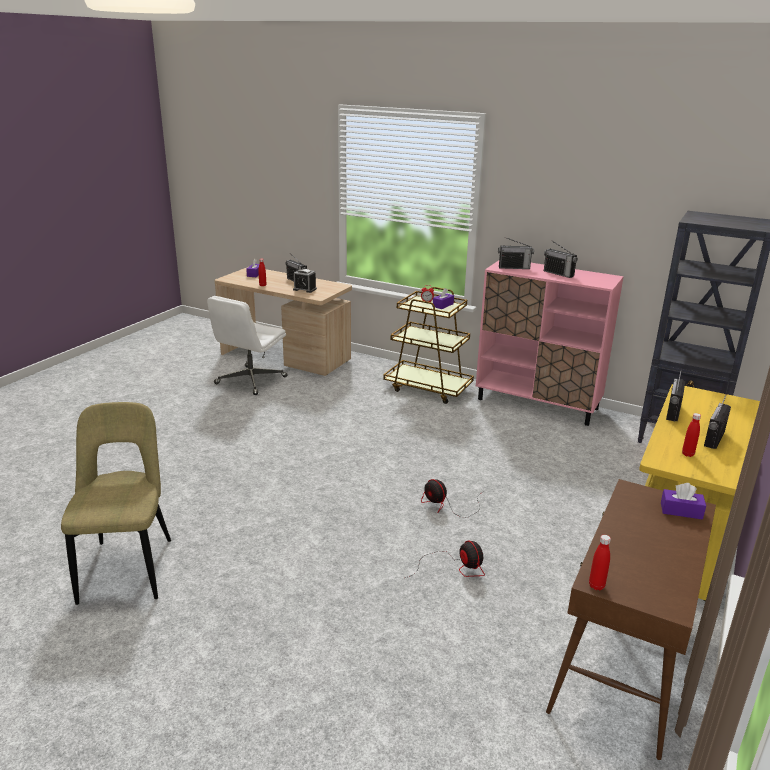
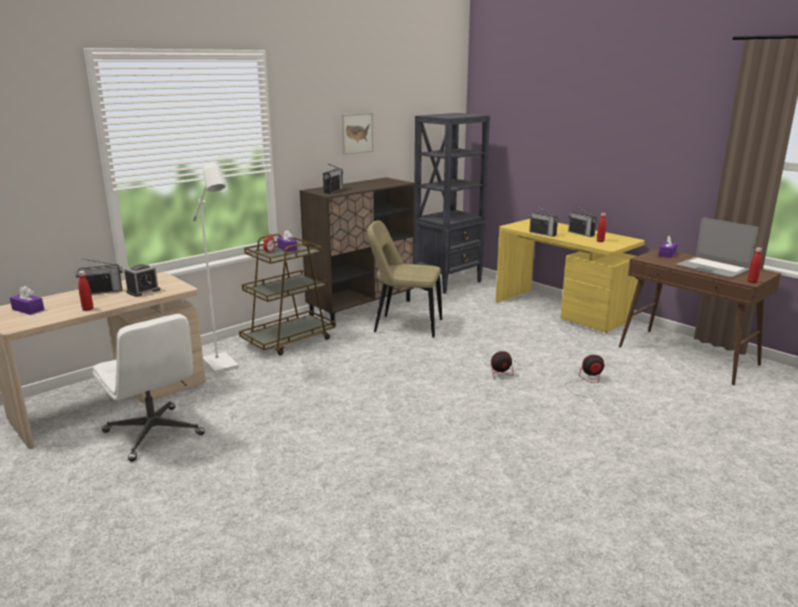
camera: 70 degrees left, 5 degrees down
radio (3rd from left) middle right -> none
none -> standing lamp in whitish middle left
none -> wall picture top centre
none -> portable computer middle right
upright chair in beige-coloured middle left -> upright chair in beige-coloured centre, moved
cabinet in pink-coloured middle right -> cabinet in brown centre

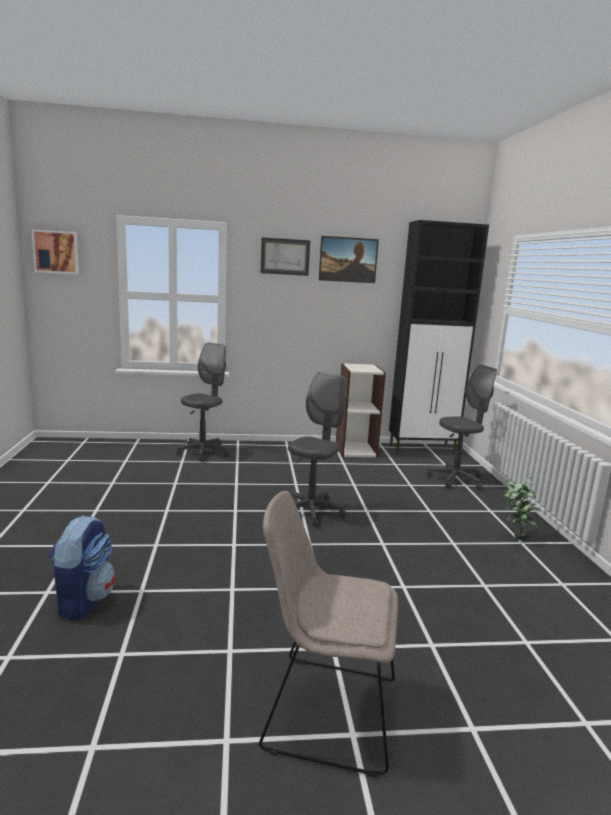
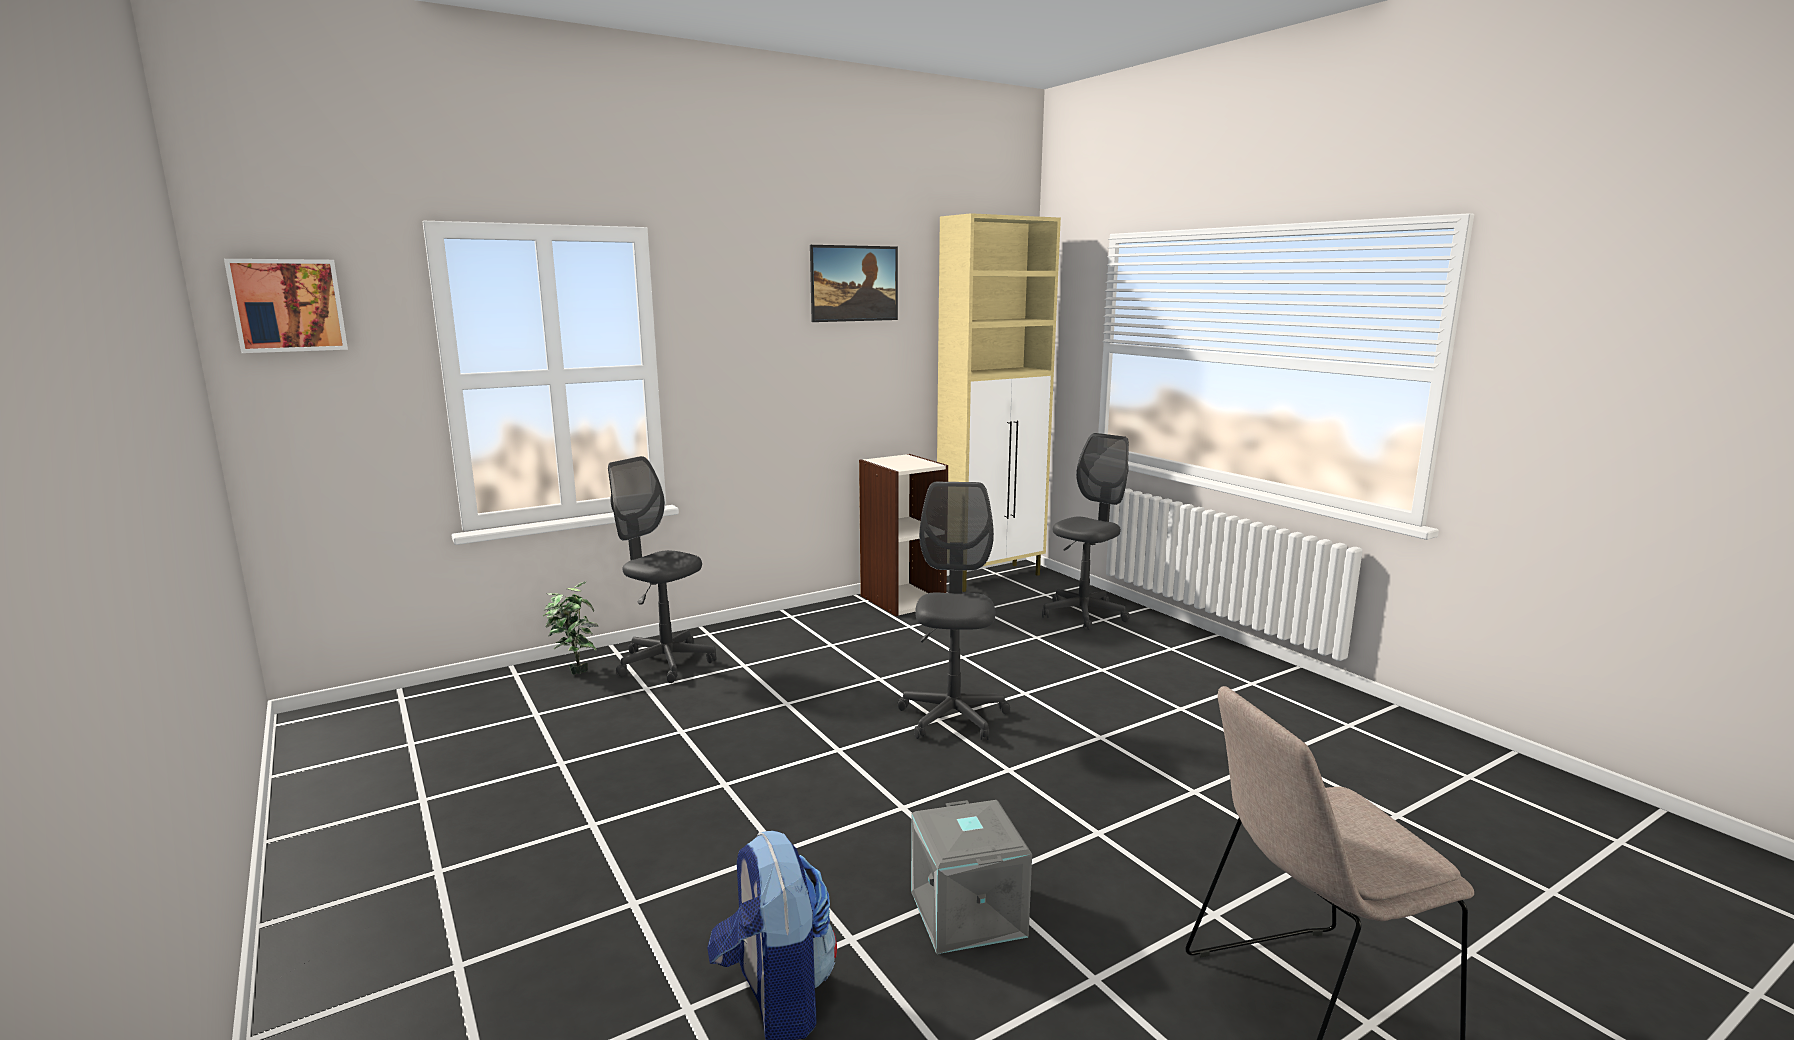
camera: 25 degrees left, 0 degrees up
wall picture (2nd from left) top centre -> none
none -> storage container in grey bottom centre
potted plant middle right -> potted plant middle left, moved
cabinet in black middle right -> cabinet in beige-coloured centre
office chair in grey (1st from left) middle left -> office chair in grey (1st from left) centre, 60 degrees counterclockwise

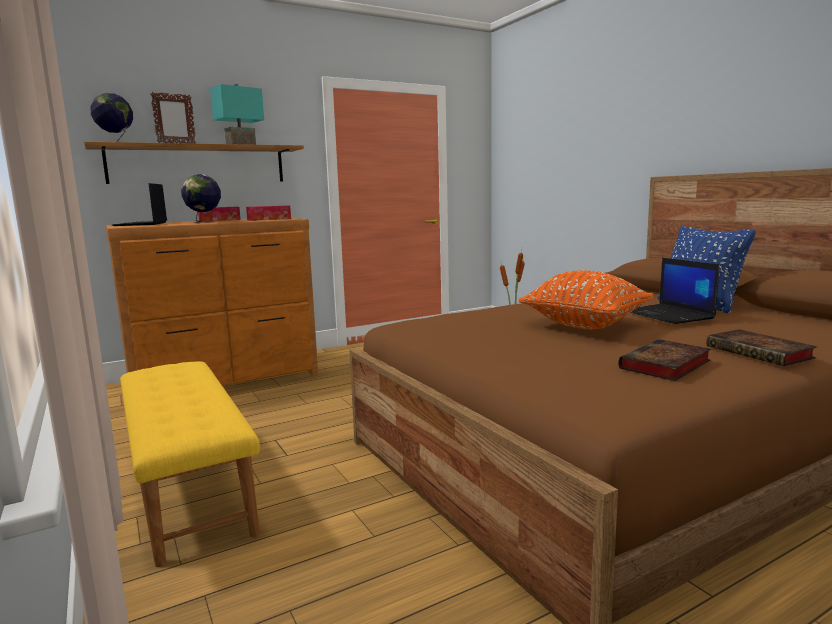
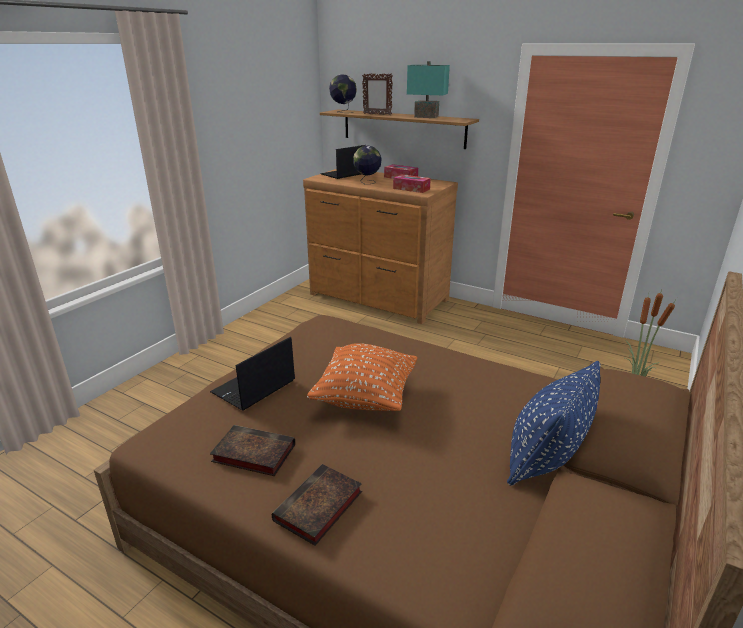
camera: 60 degrees right, 15 degrees up
bench in yellowish bottom left -> none
portable computer (2nd from left in the first image) middle right -> portable computer (1st from left) centre, moved

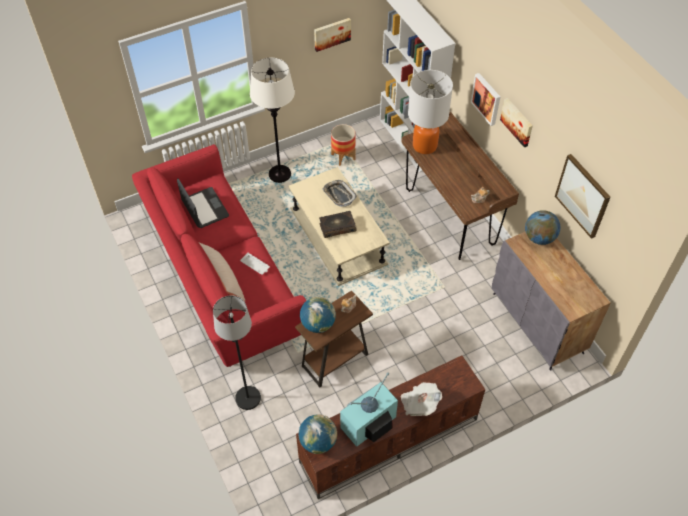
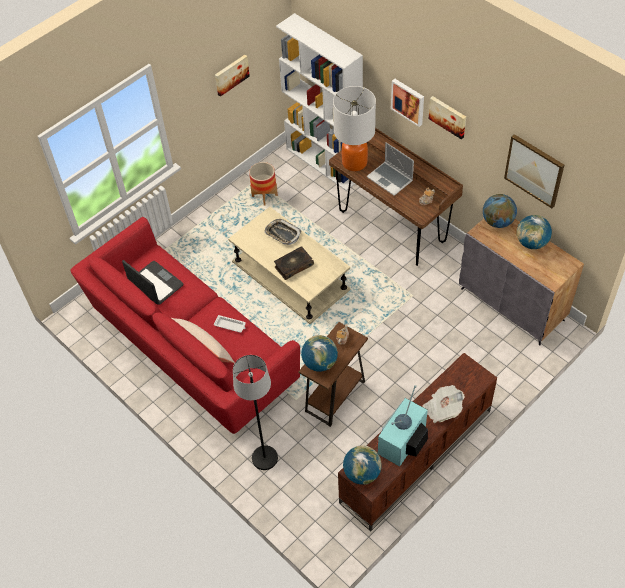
camera: 15 degrees left, 0 degrees up
standing lamp in whitish top centre -> none
none -> portable computer (2nd from left) top centre
none -> globe (4th from left) middle right

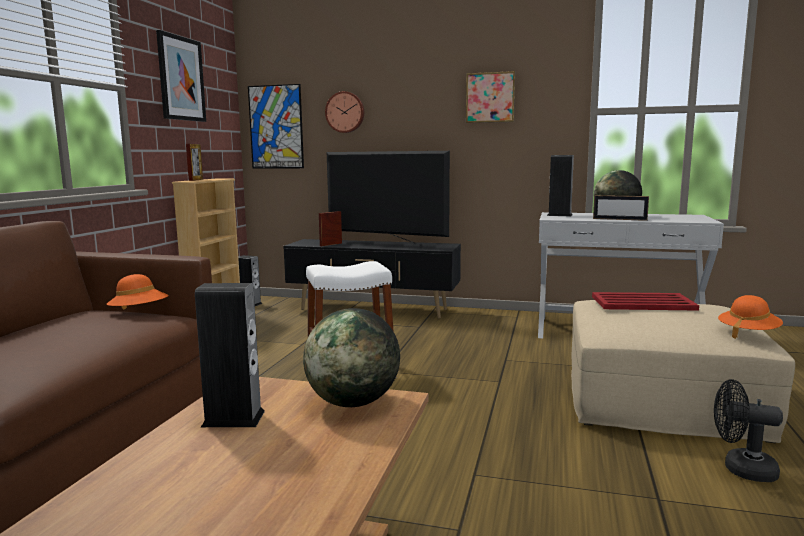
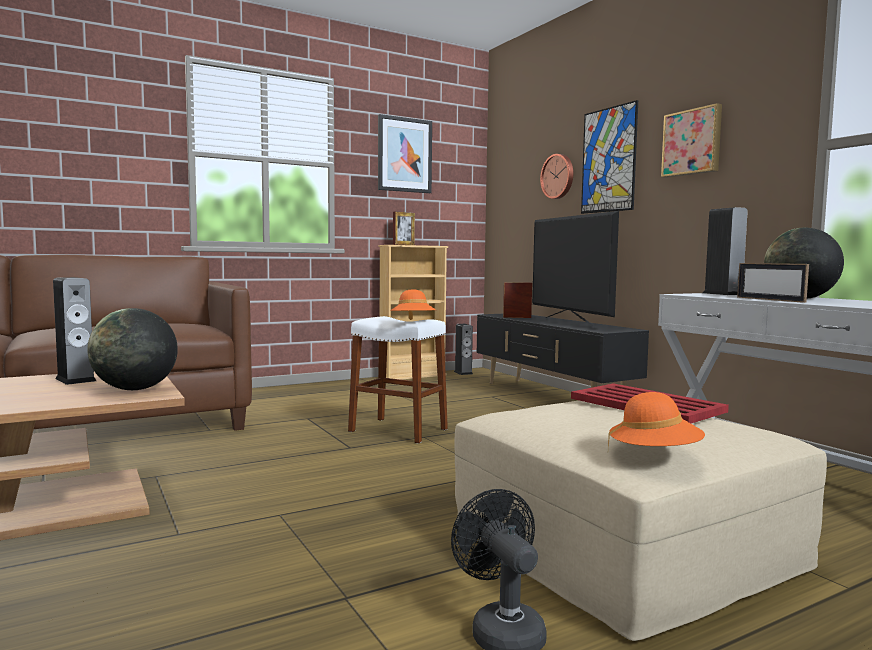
camera: 45 degrees right, 5 degrees down
clothing hat in orange-coloured (1st from left) middle left -> clothing hat in orange-coloured (1st from left) centre, moved
wall picture (2nd from left) top centre -> wall picture (2nd from left) top right, moved

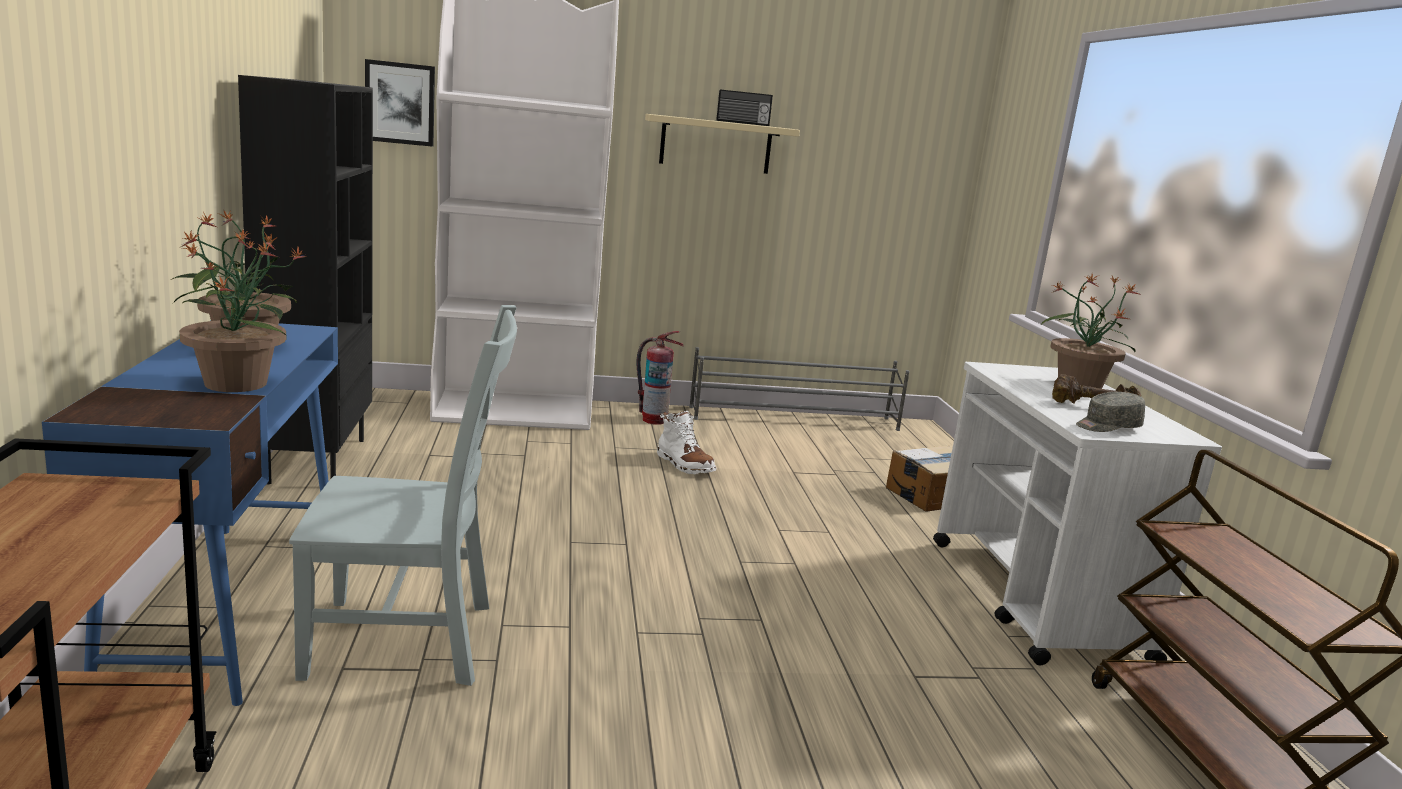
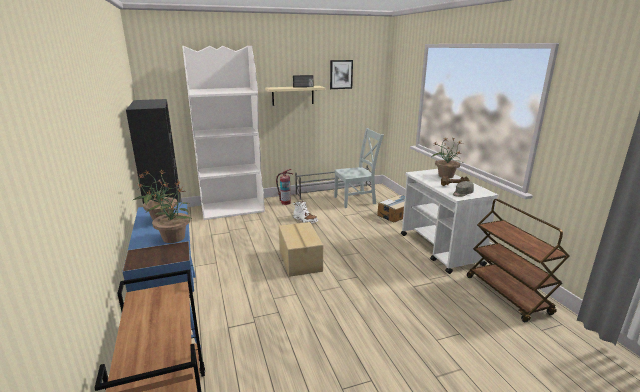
camera: 10 degrees left, 5 degrees up
none -> packing box (1st from left) centre
upright chair in grey middle left -> upright chair in grey centre, moved
wall picture top left -> wall picture top centre, moved

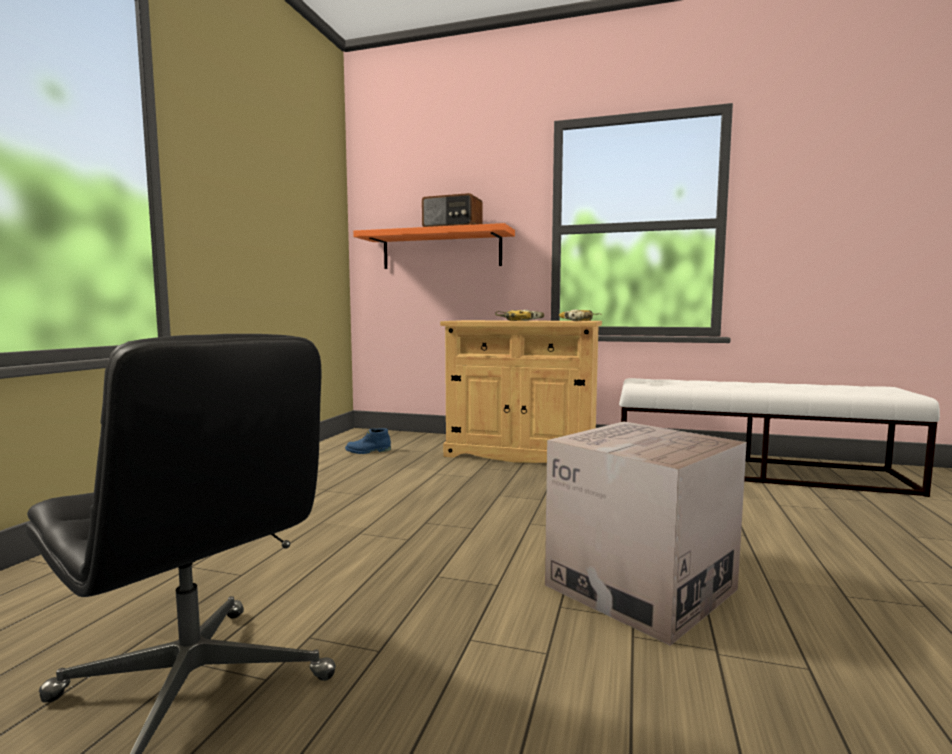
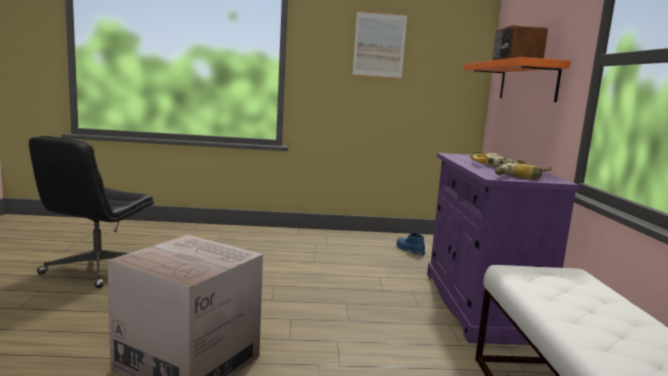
camera: 70 degrees right, 5 degrees up
none -> wall picture top centre
cabinet in beige-coloured centre -> cabinet in purple middle right

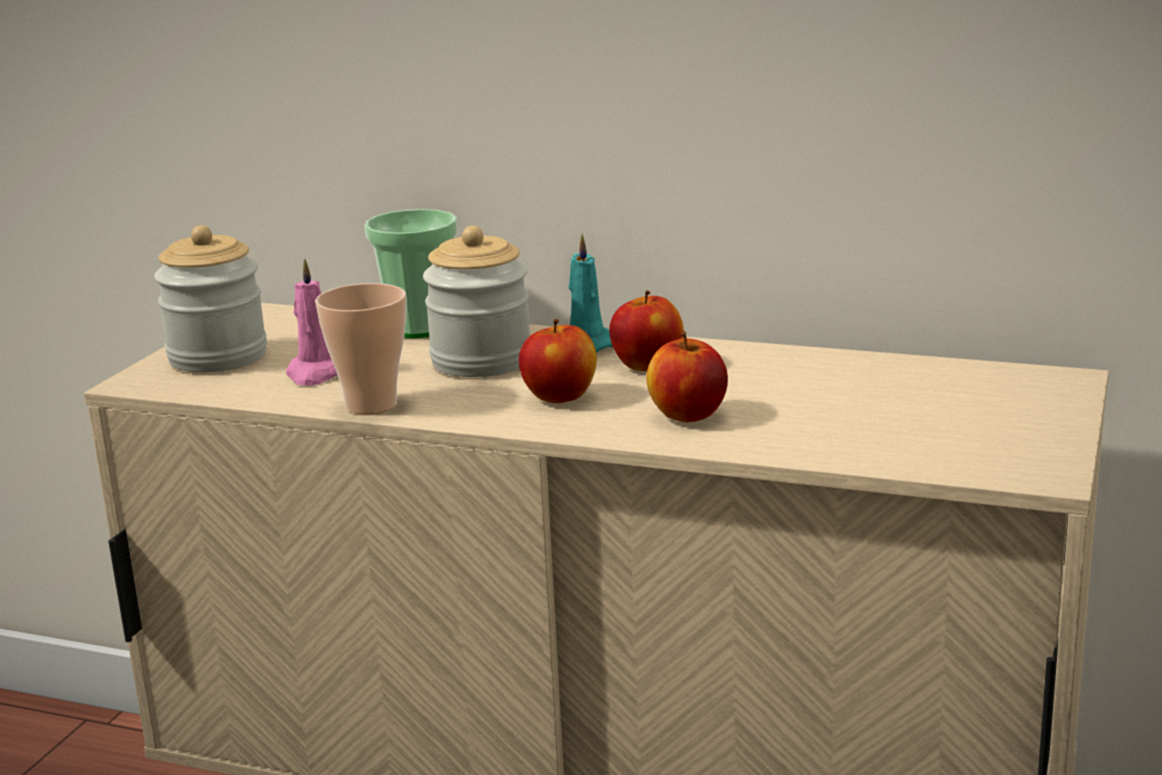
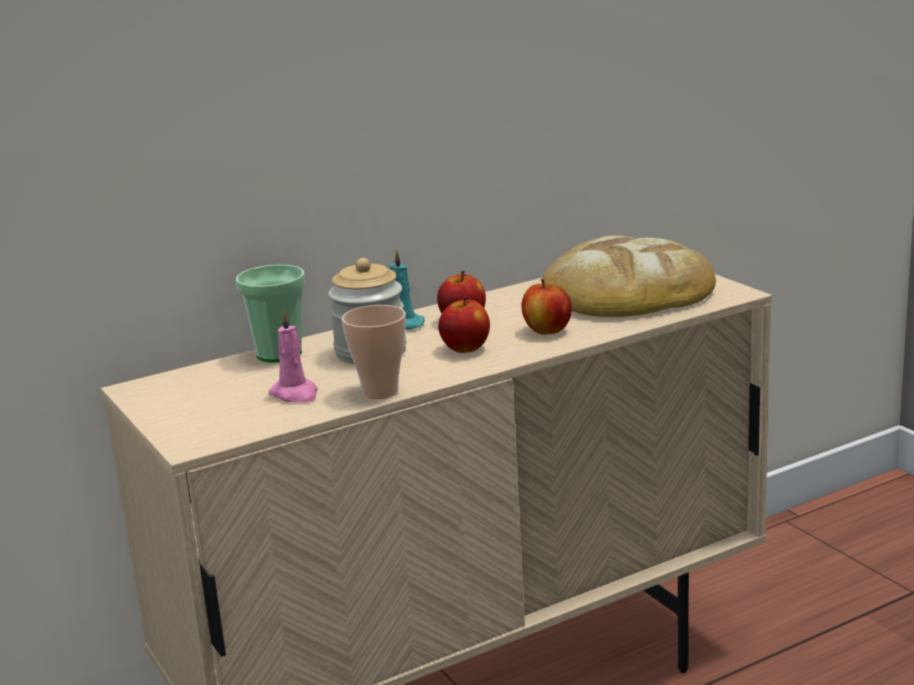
camera: 50 degrees left, 0 degrees up
storage jar (1st from left) middle left -> none
none -> bread middle right

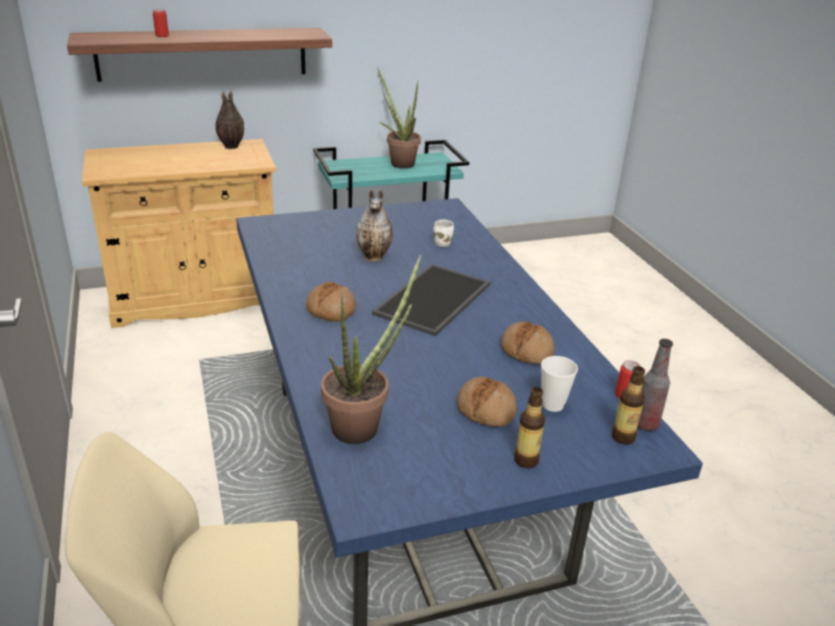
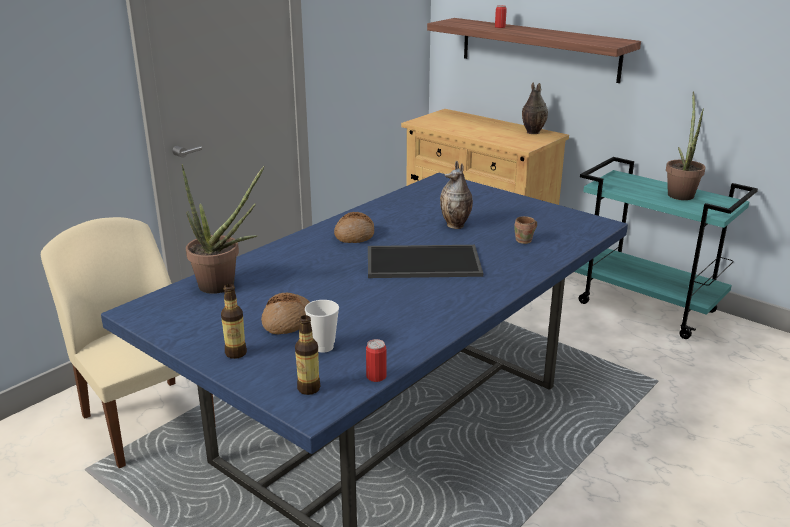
camera: 60 degrees right, 5 degrees down
bread (3rd from left) centre -> none
drink bottle (3rd from left) middle right -> none
mug in whitish centre -> mug in brown centre

